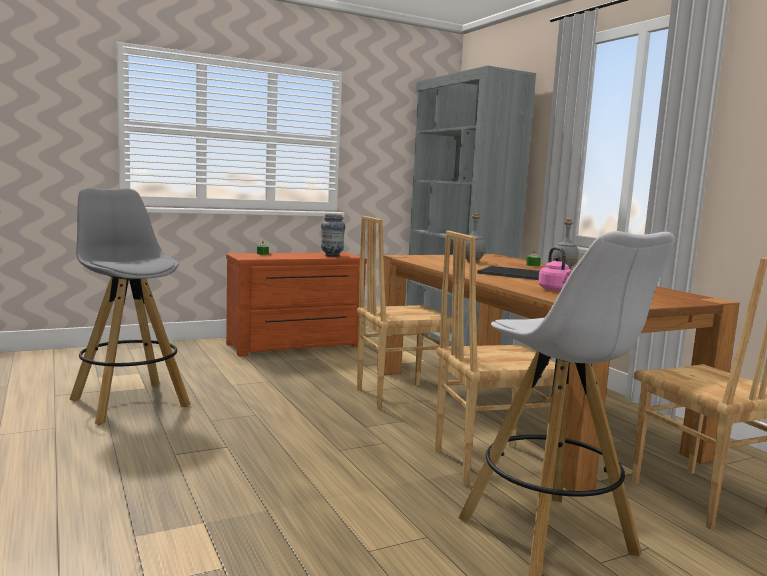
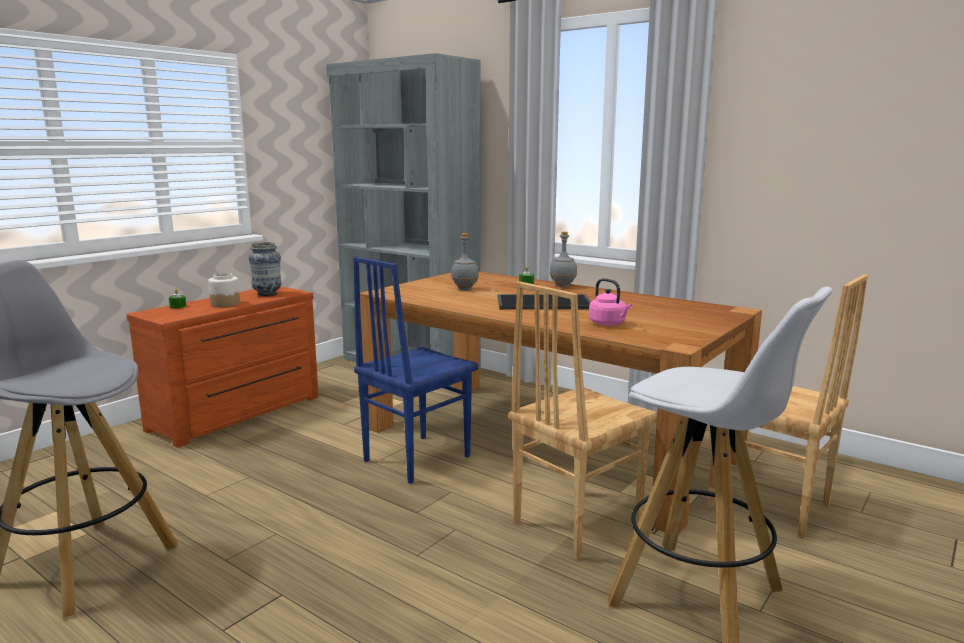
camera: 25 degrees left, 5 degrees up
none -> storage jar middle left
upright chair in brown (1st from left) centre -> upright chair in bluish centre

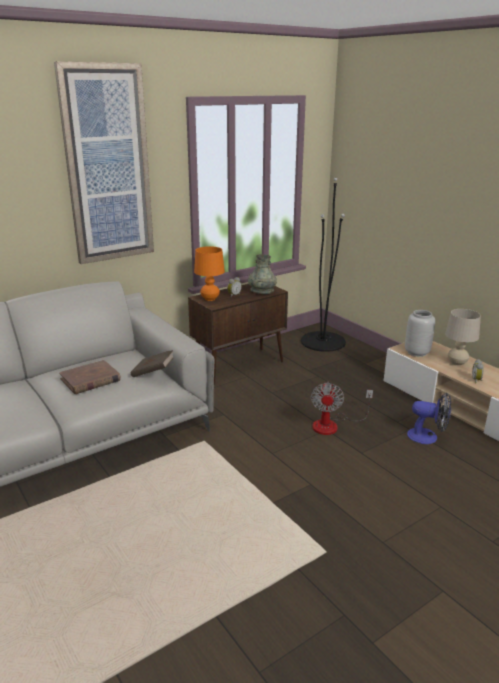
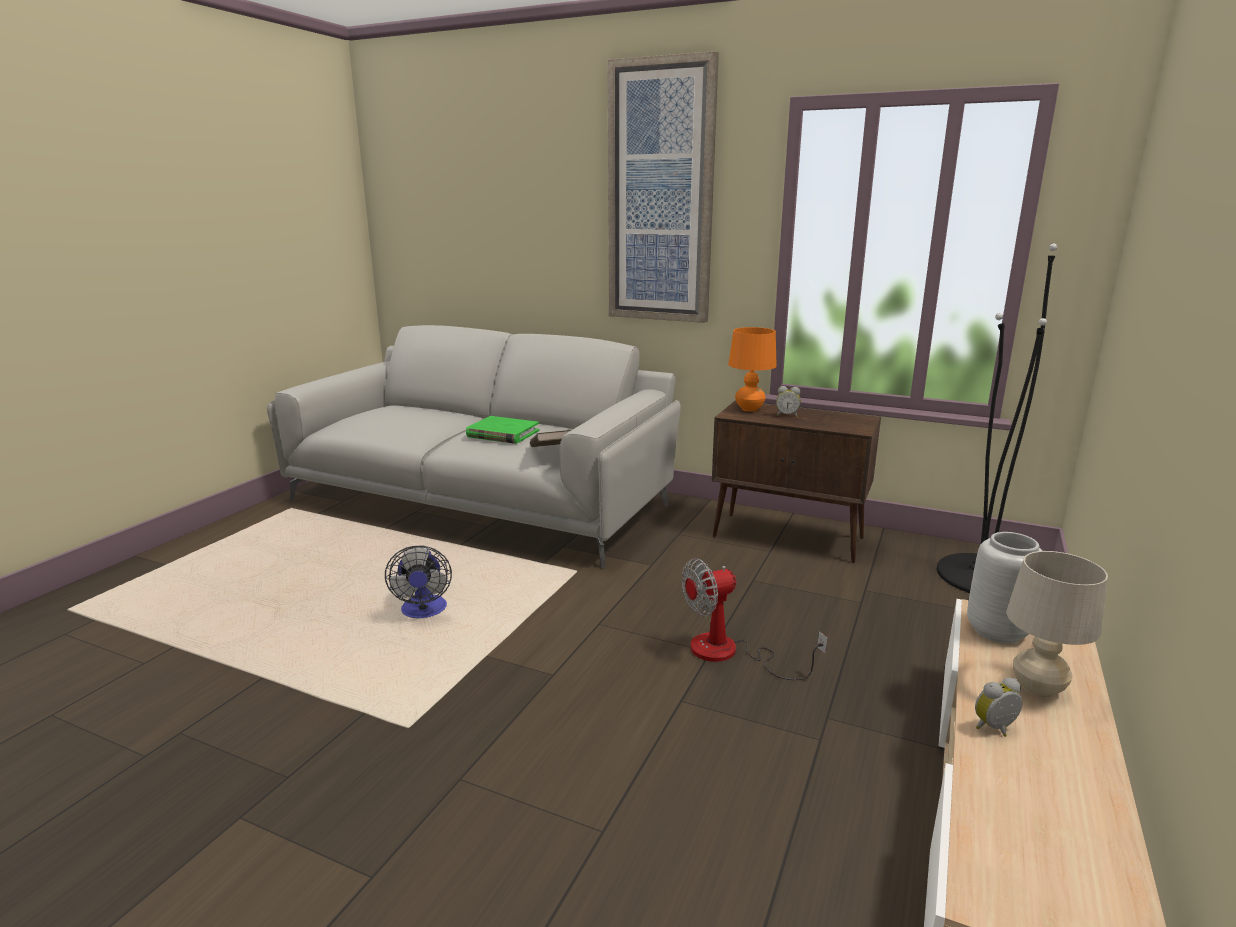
camera: 60 degrees right, 5 degrees down
vase in grey (1st from left) centre -> none
cooling fan (2nd from left in the first image) middle right -> cooling fan (1st from left) centre, moved
book in brown (1st from left) middle left -> book in green-coloured centre

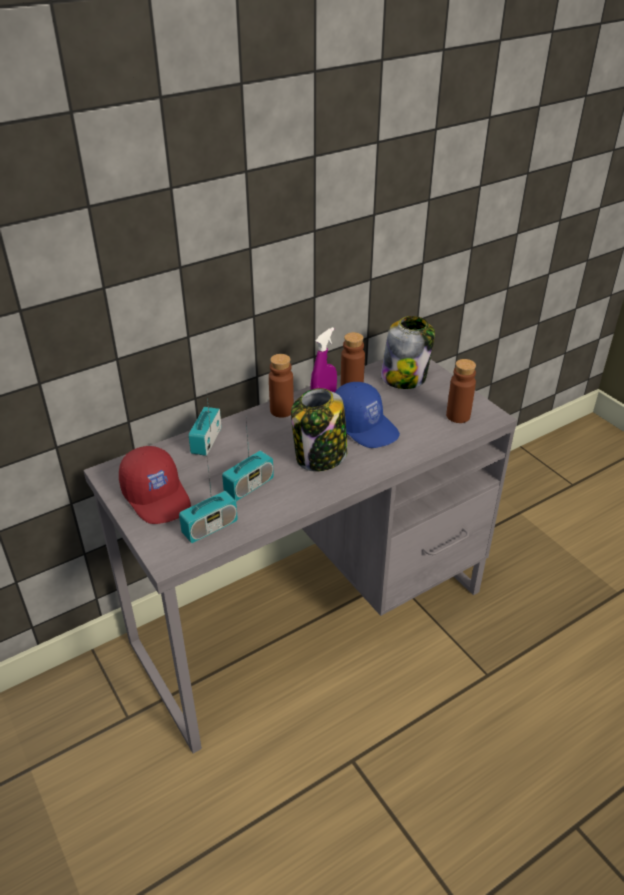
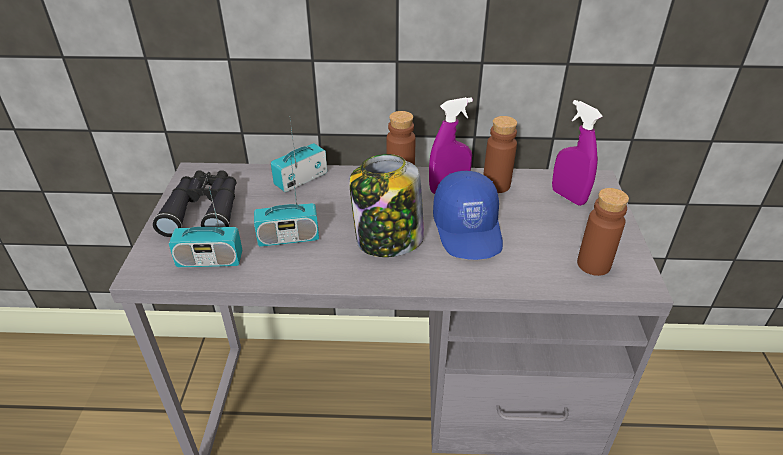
camera: 35 degrees right, 0 degrees up
baseball cap in red-coloured middle left -> field glasses in black middle left
storage jar (2nd from left) centre -> spray bottle in purple (2nd from left) middle right

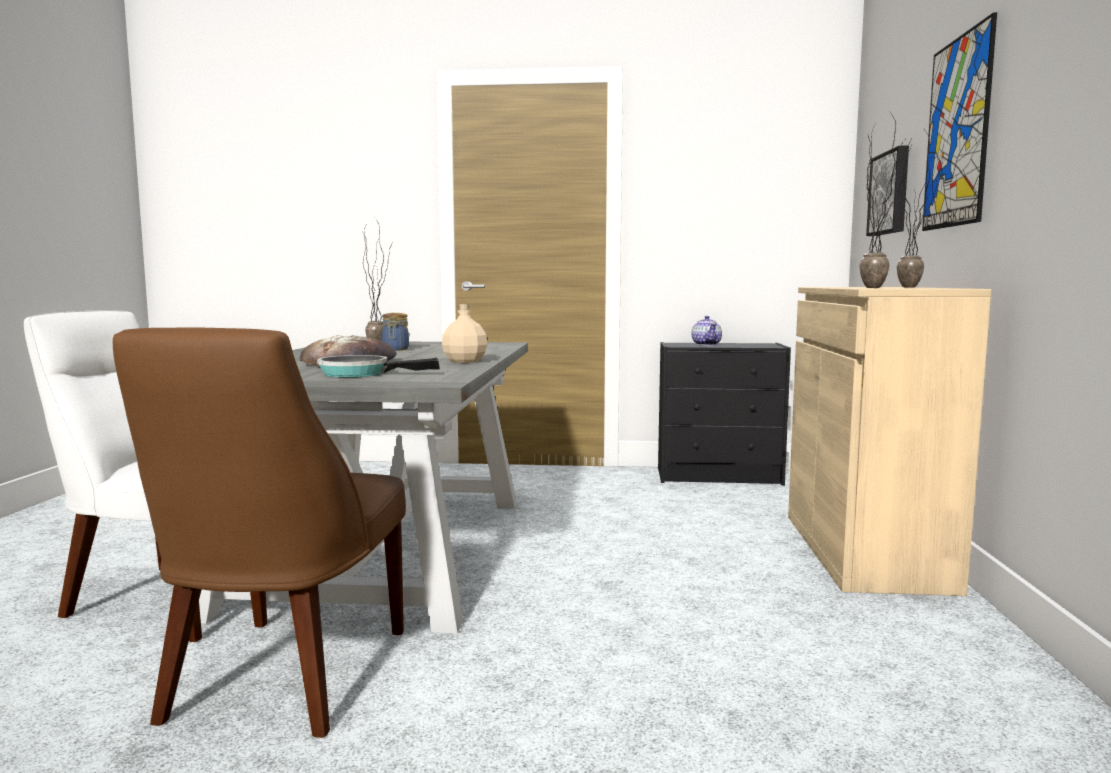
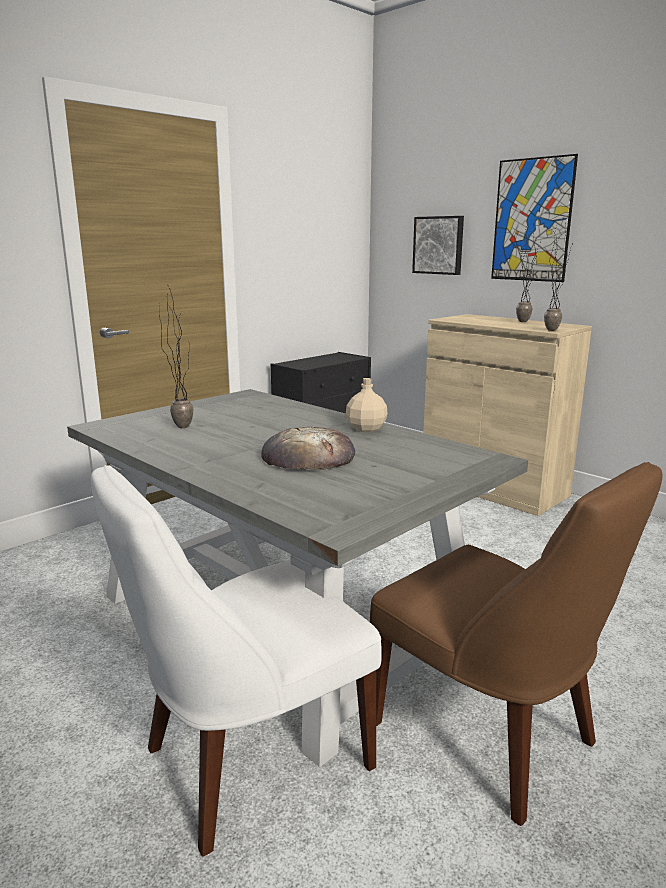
camera: 50 degrees left, 10 degrees up
skillet centre -> none
storage jar centre -> none
tea pot centre -> none

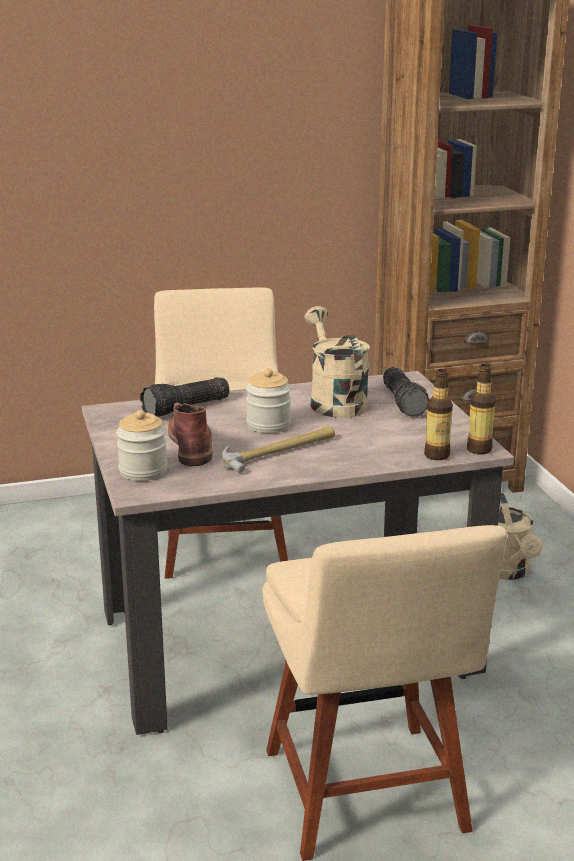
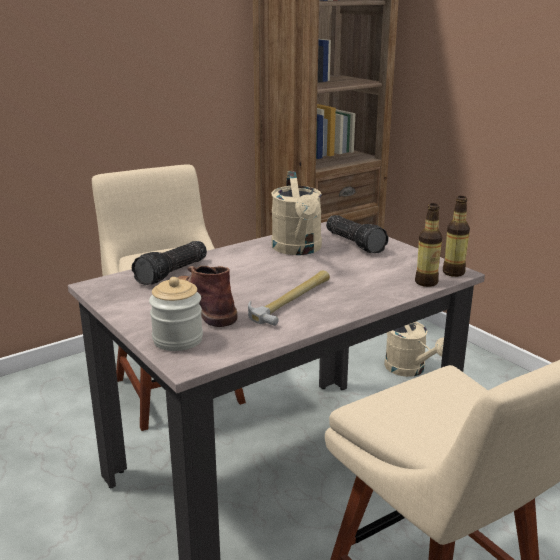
camera: 20 degrees left, 0 degrees up
storage jar (2nd from left) centre -> none
sprinkling can in beige-coloured (1st from left) centre, 150 degrees counterclockwise

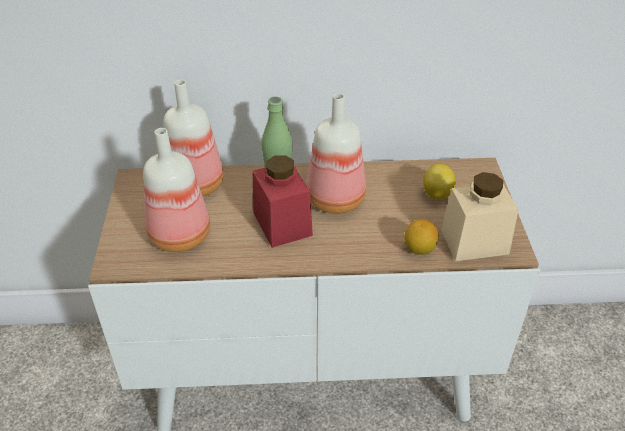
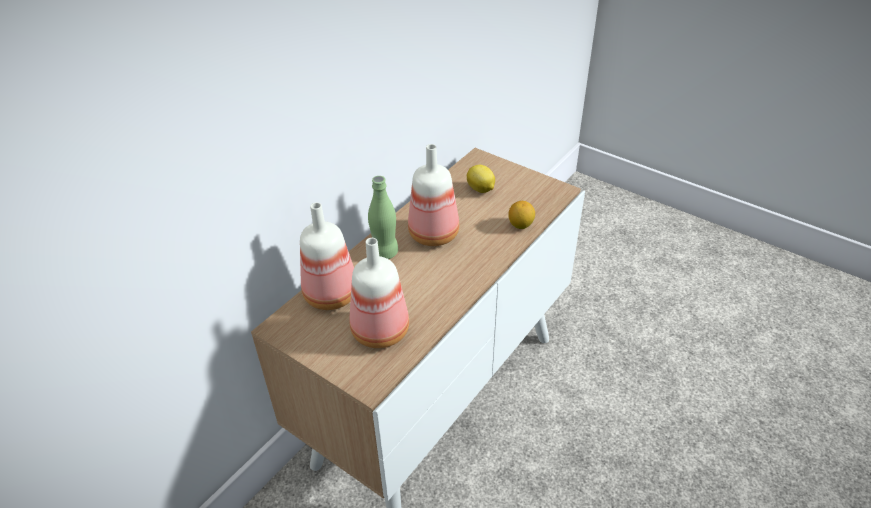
camera: 50 degrees left, 0 degrees up
storage jar in red-coloured centre -> none
storage jar in beige-coloured middle right -> none

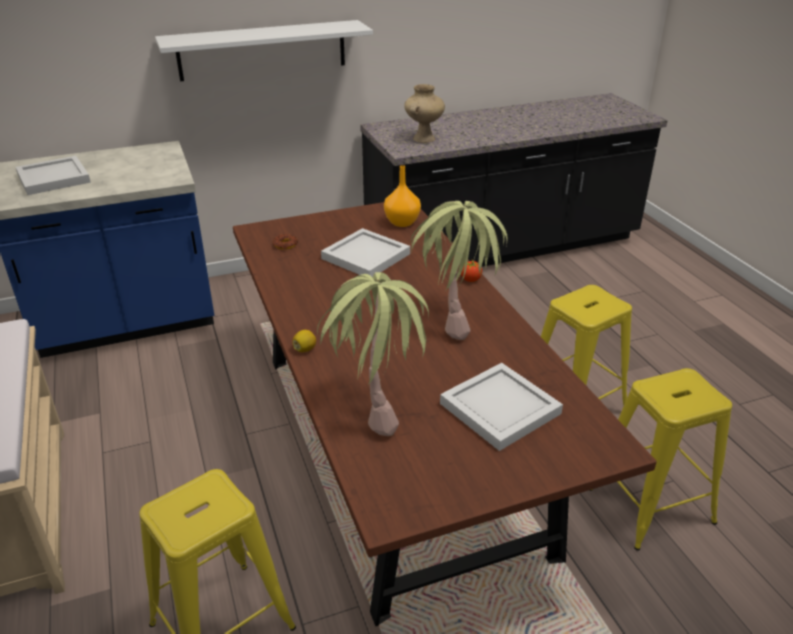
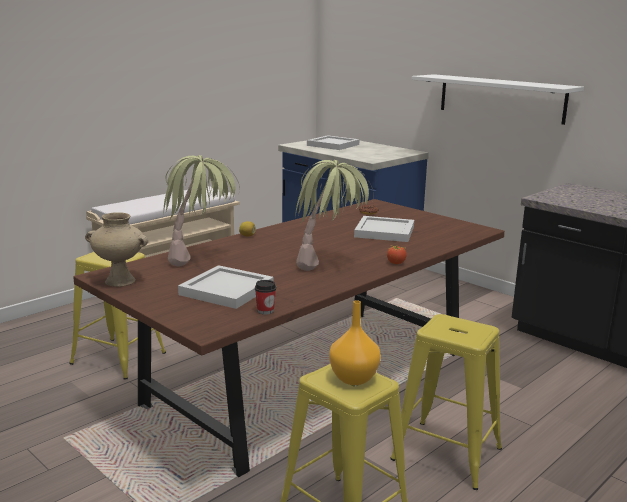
camera: 65 degrees right, 15 degrees down
none -> small cup centre
vase in orange-coloured top centre -> vase in orange-coloured bottom centre, moved
vase in beige-coloured top centre -> vase in beige-coloured middle left, moved

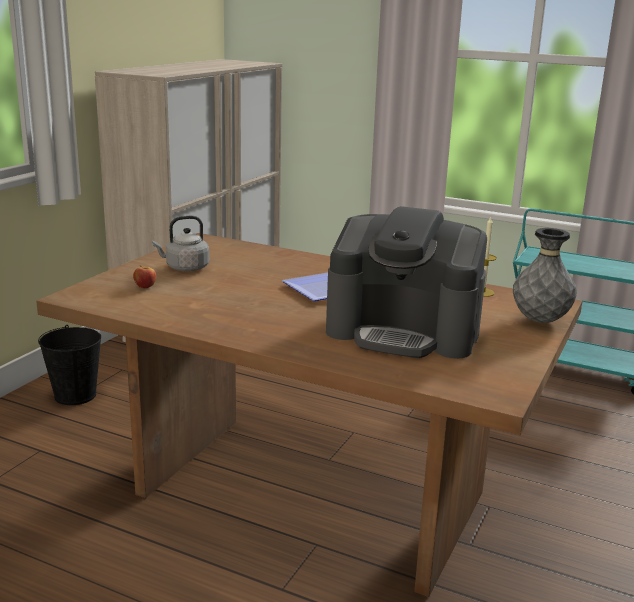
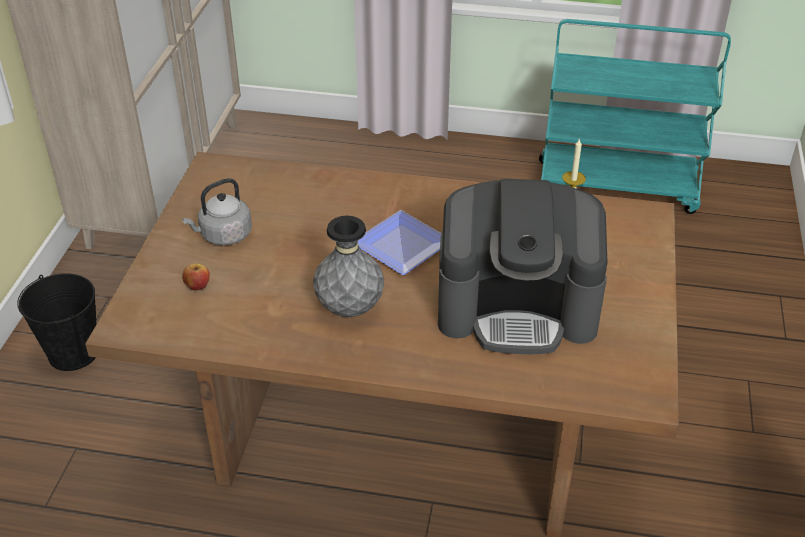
camera: 15 degrees left, 20 degrees up
vase in grey middle right -> vase in grey centre, moved

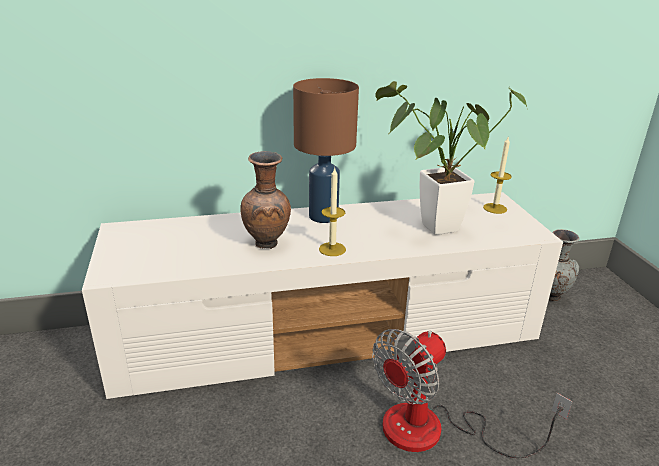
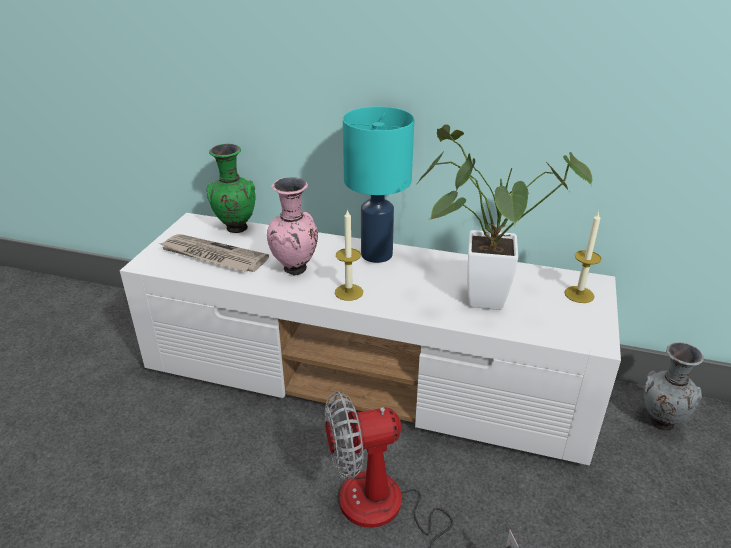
camera: 30 degrees right, 5 degrees up
none -> daily paper middle left
none -> vase in green-coloured middle left
vase in brown centre -> vase in pink-coloured centre
lamp for a table in brown top centre -> lamp for a table in turquoise centre

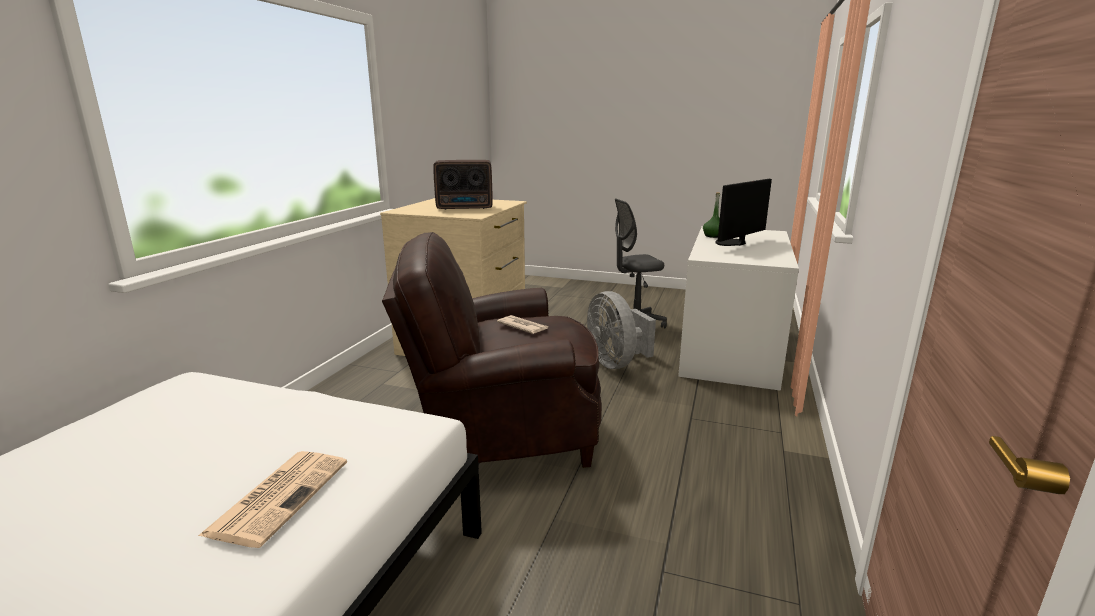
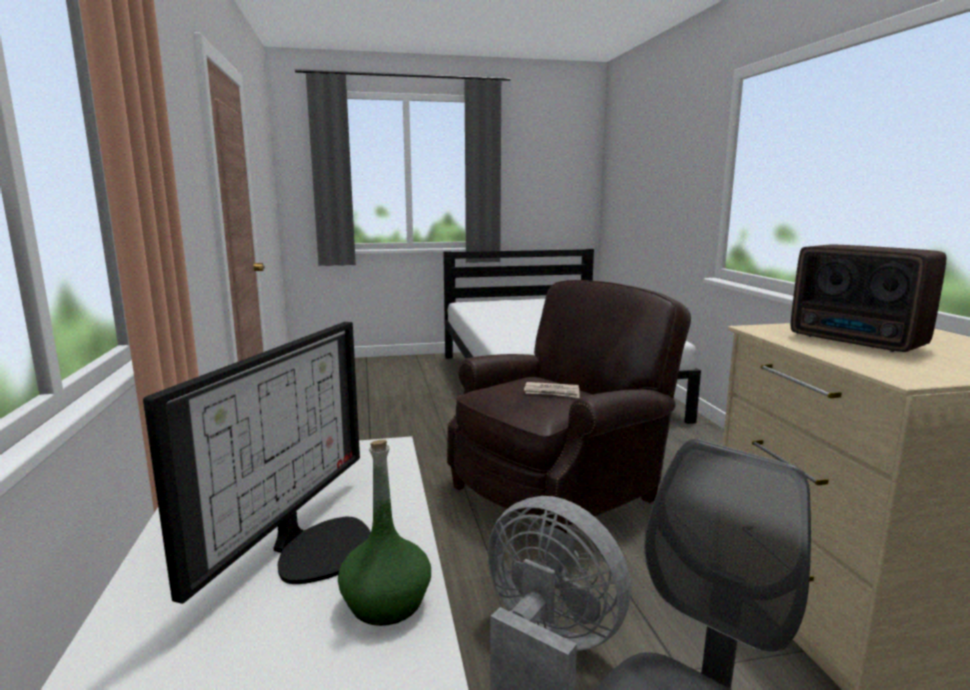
camera: 150 degrees right, 5 degrees down
daily paper (1st from left) bottom left -> none
radio top centre -> radio middle right, 90 degrees counterclockwise

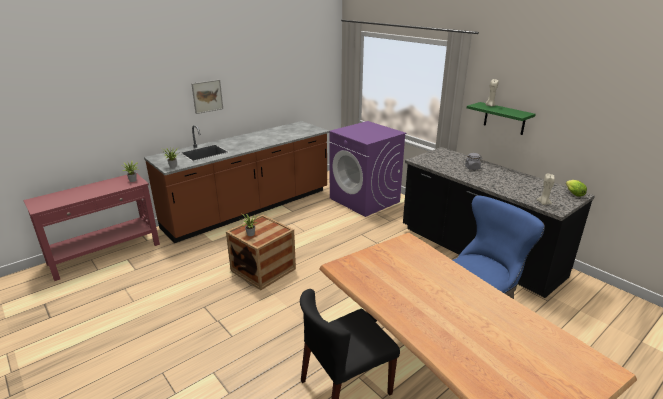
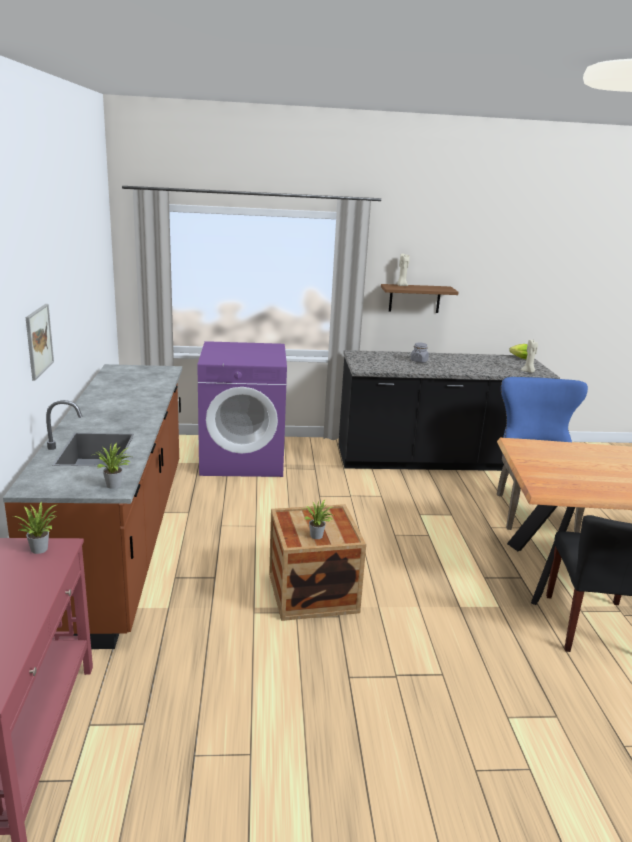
camera: 55 degrees left, 5 degrees down
wall shelf in green-coloured top right -> wall shelf in brown centre

